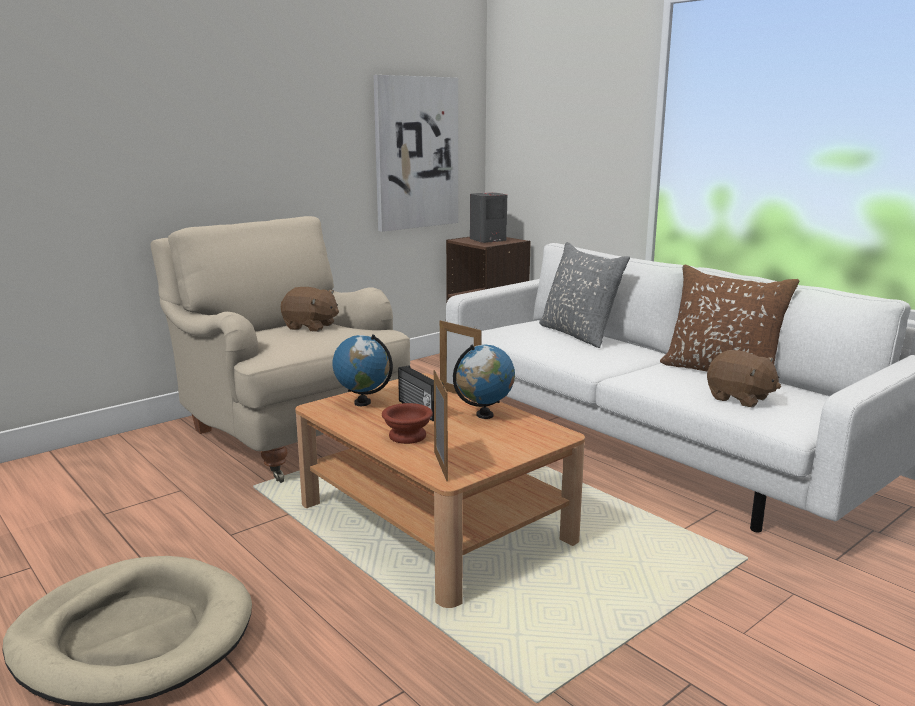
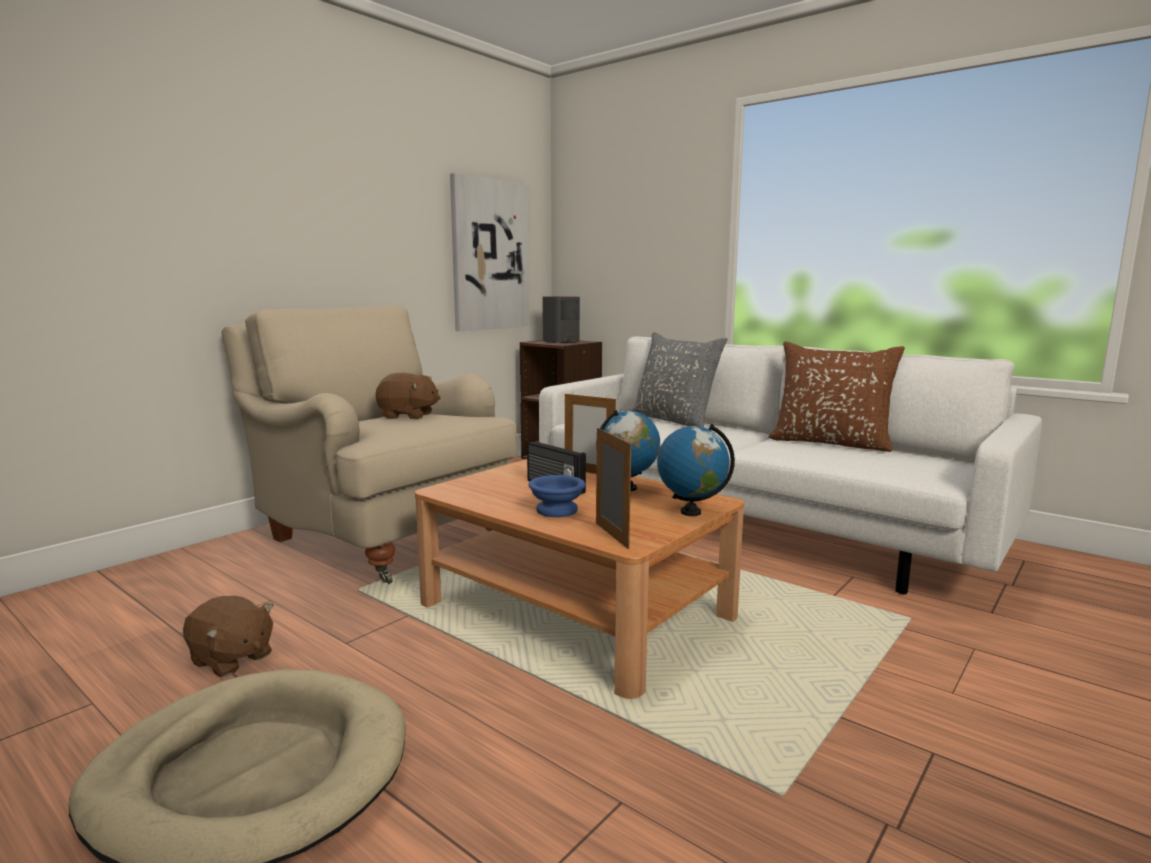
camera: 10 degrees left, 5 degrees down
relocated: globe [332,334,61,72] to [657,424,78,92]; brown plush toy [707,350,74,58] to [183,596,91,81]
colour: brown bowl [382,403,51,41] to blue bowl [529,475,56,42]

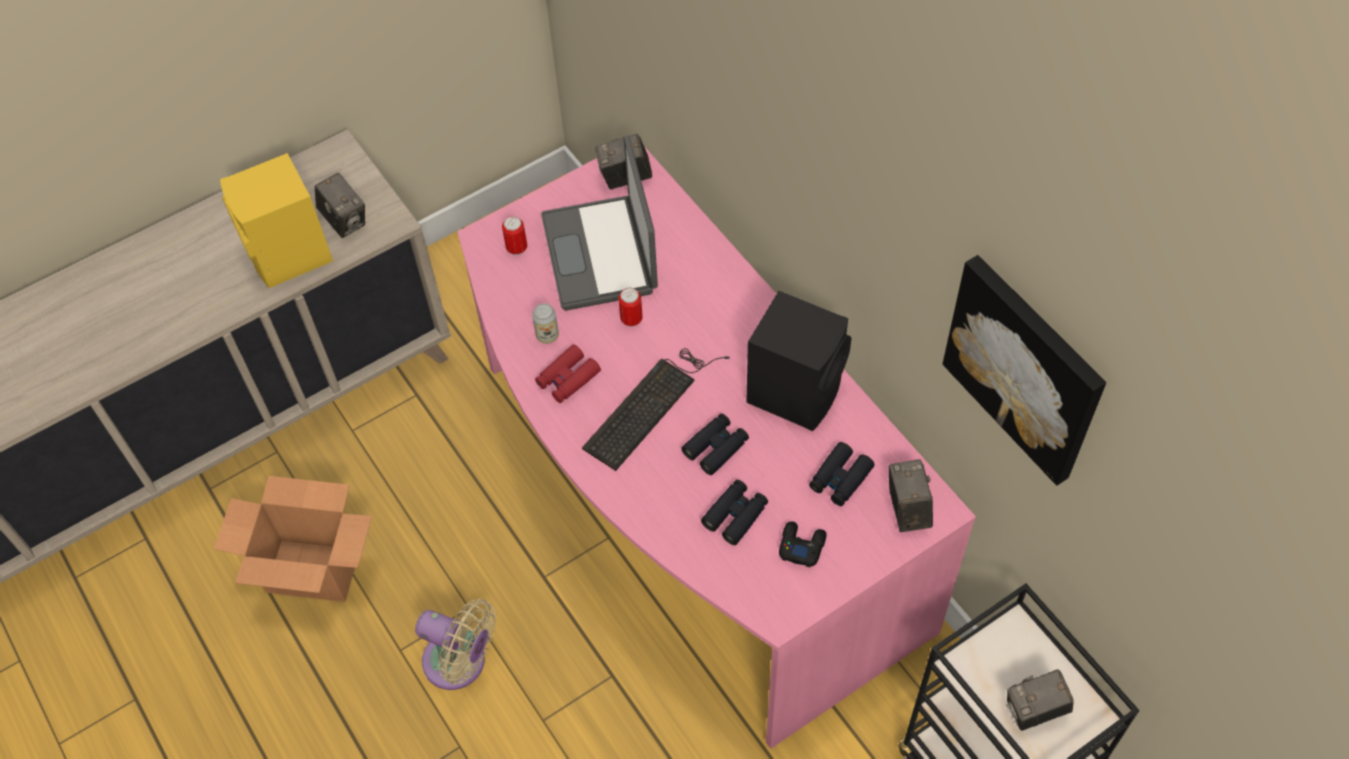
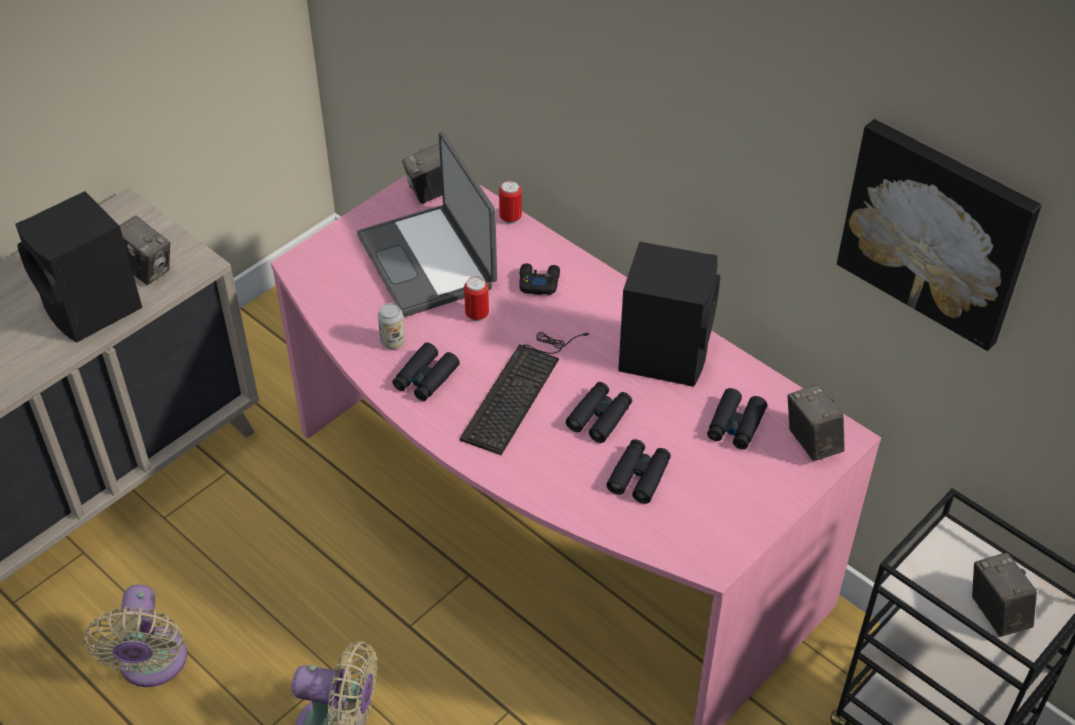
camera: 15 degrees left, 10 degrees down
relocated: can [502,216,25,39] to [499,181,23,43]; black game controller [779,522,48,46] to [519,263,41,32]
exchanged: cardboard box [214,476,158,126] to beige fan [83,585,104,102]
colour: yellow speaker [220,153,113,135] to black speaker [15,191,127,152]; red binoculars [535,344,66,59] to black binoculars [392,342,68,59]
spun: photo camera [1006,669,68,62] = [972,552,65,85] 105 degrees clockwise

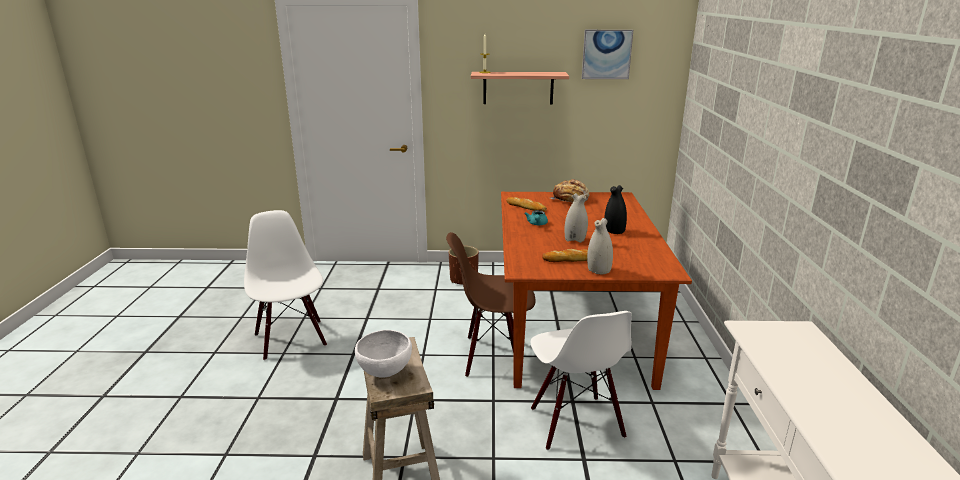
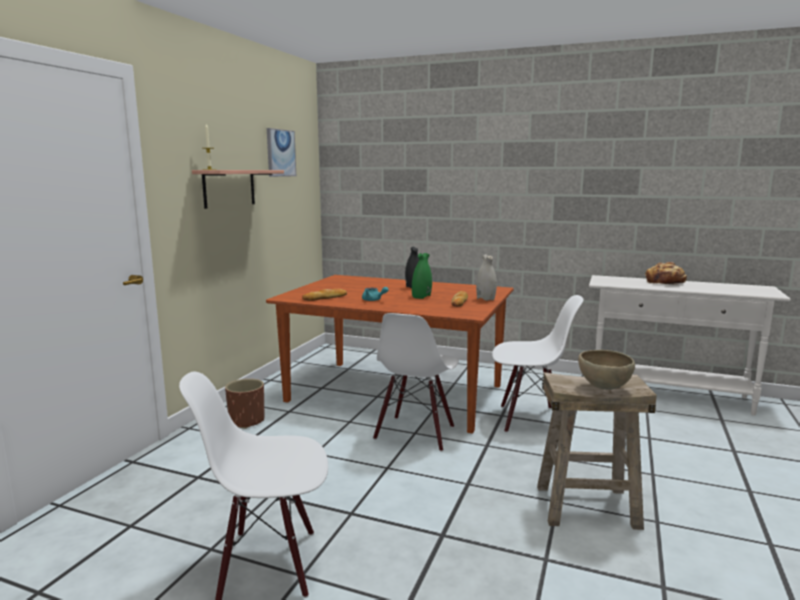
camera: 70 degrees left, 10 degrees down
relocated: bread [550,179,40,24] to [645,262,42,23]
colour: white vase [565,193,23,50] to green vase [412,253,20,46]; brown chair [446,232,90,145] to white chair [373,313,86,139]; white bowl [355,330,57,47] to brown bowl [578,350,57,40]

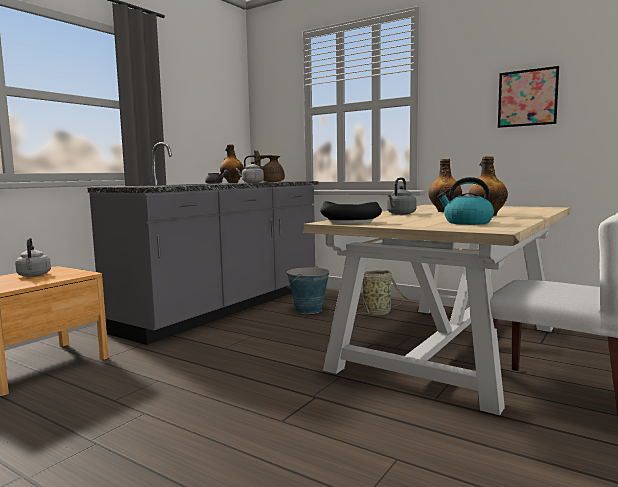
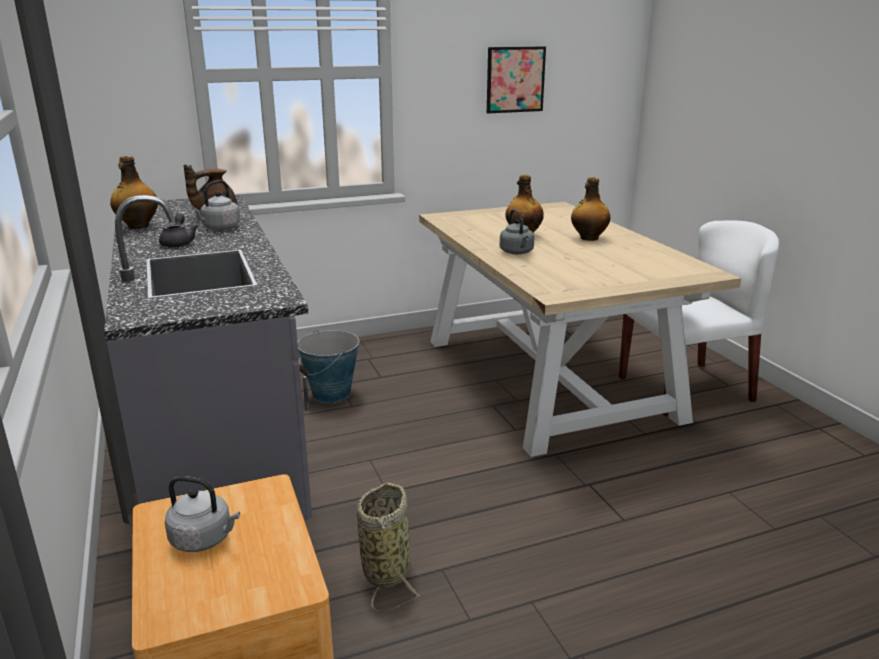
camera: 55 degrees left, 15 degrees up
missing: kettle [437,177,57,48]; black bowl [320,201,62,23]
relocated: basket [357,270,51,46] to [356,483,64,129]

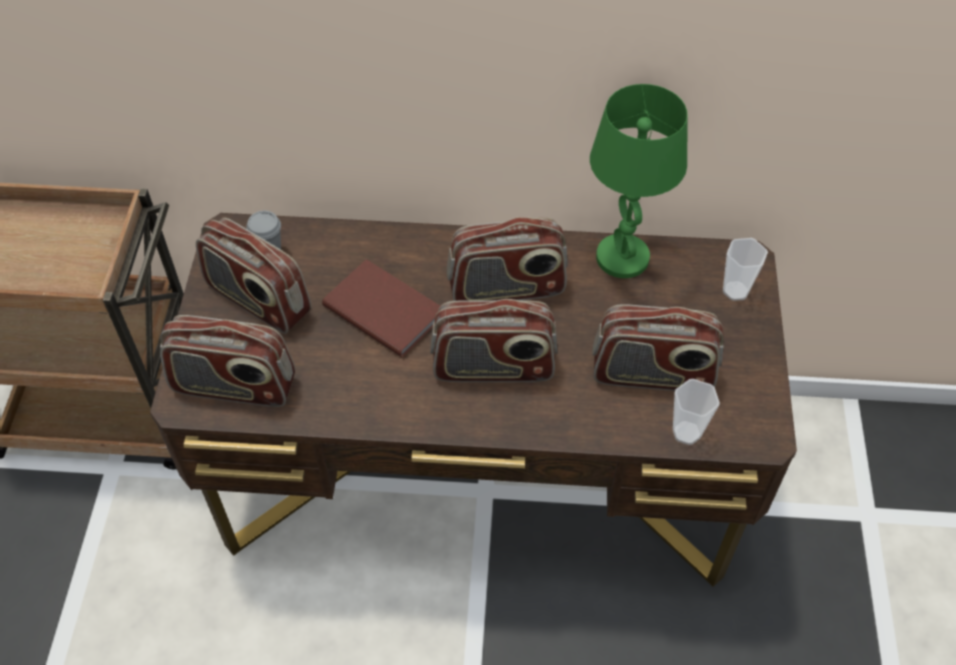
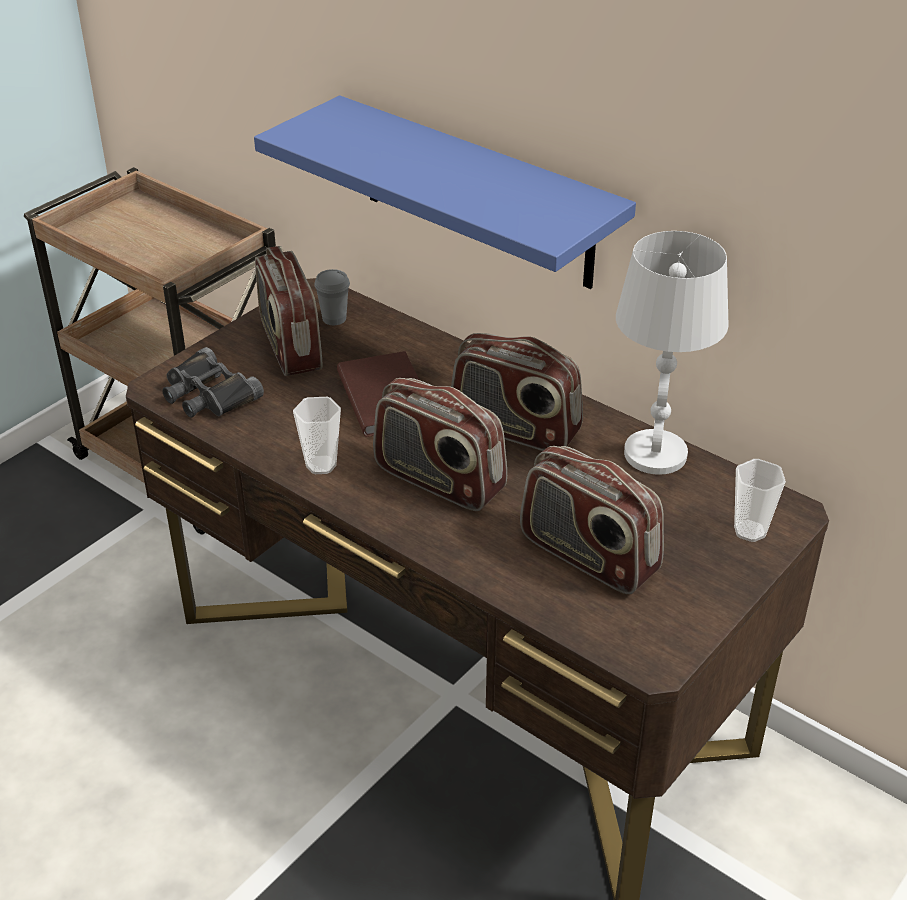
camera: 35 degrees right, 15 degrees down
appeared: blue shelf [254,96,382,193]
relocated: cup [673,379,47,66] to [293,397,48,77]
exchanged: radio [160,315,135,92] to black binoculars [162,347,102,71]
colour: green table lamp [590,84,98,194] to white table lamp [616,231,113,244]

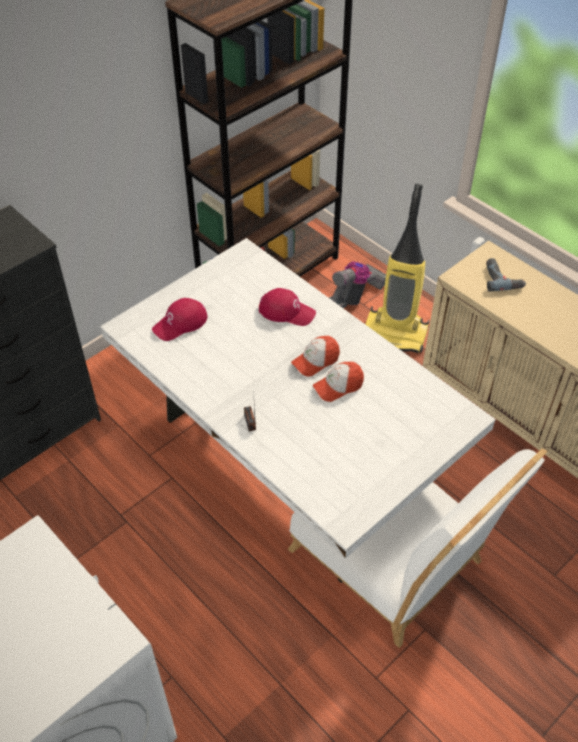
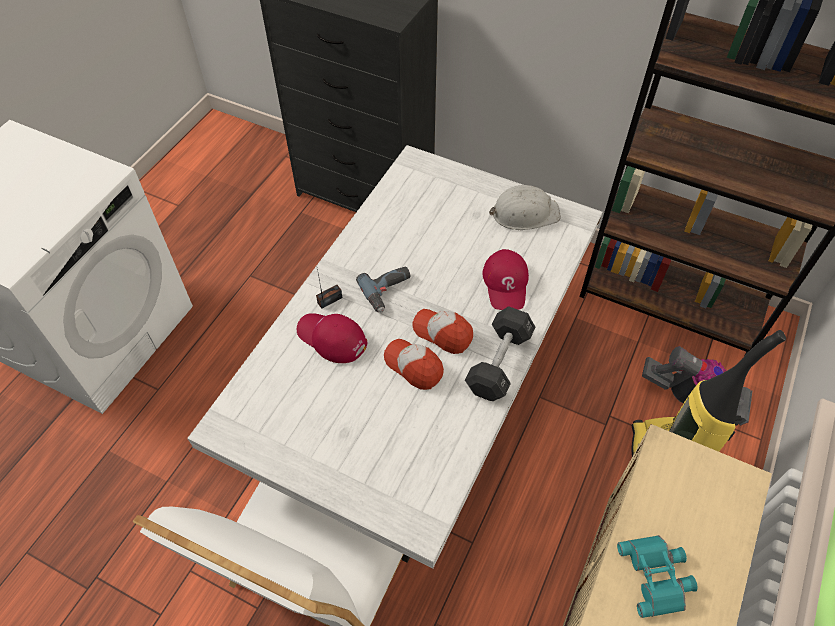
camera: 70 degrees right, 5 degrees up
appeared: white hard hat [489,185,72,45]; black dumbbell [465,306,70,95]; turquoise binoculars [617,535,80,83]
relocated: power drill [486,258,40,34] to [356,266,54,47]; red cap [152,298,56,43] to [297,313,70,50]

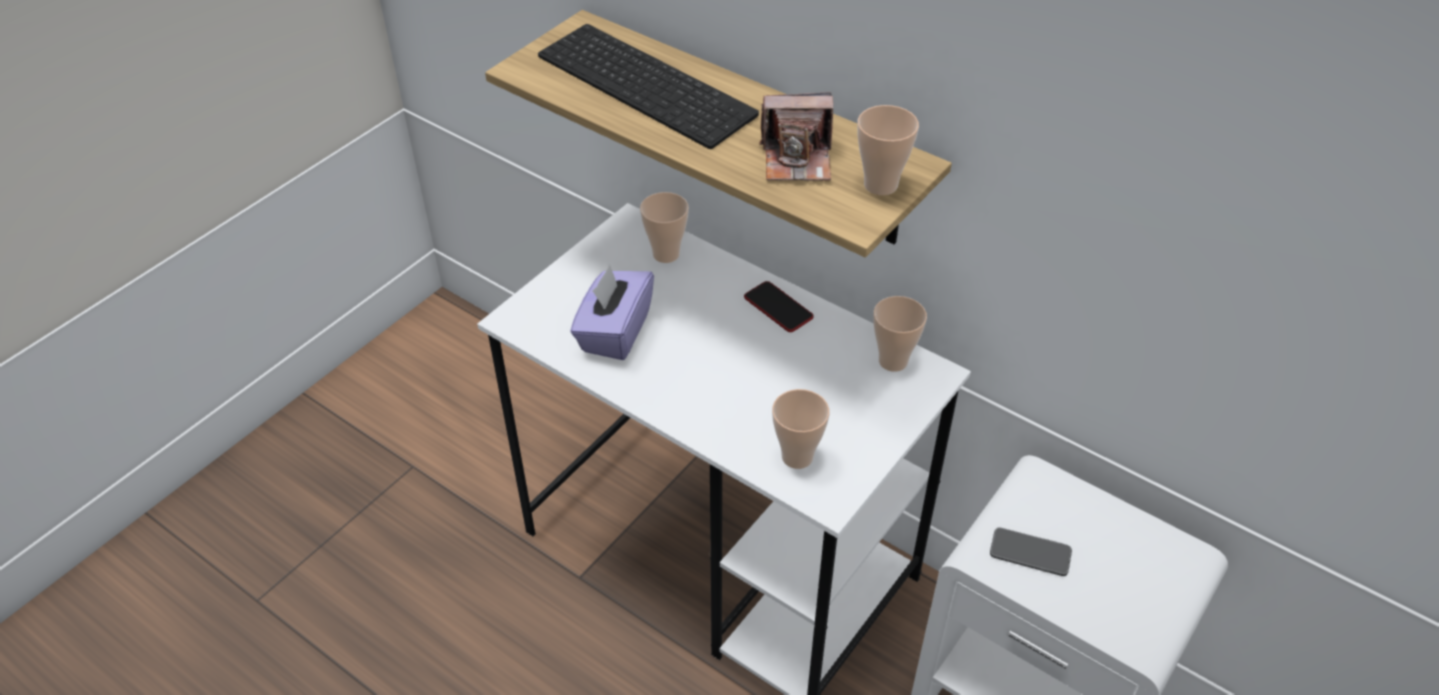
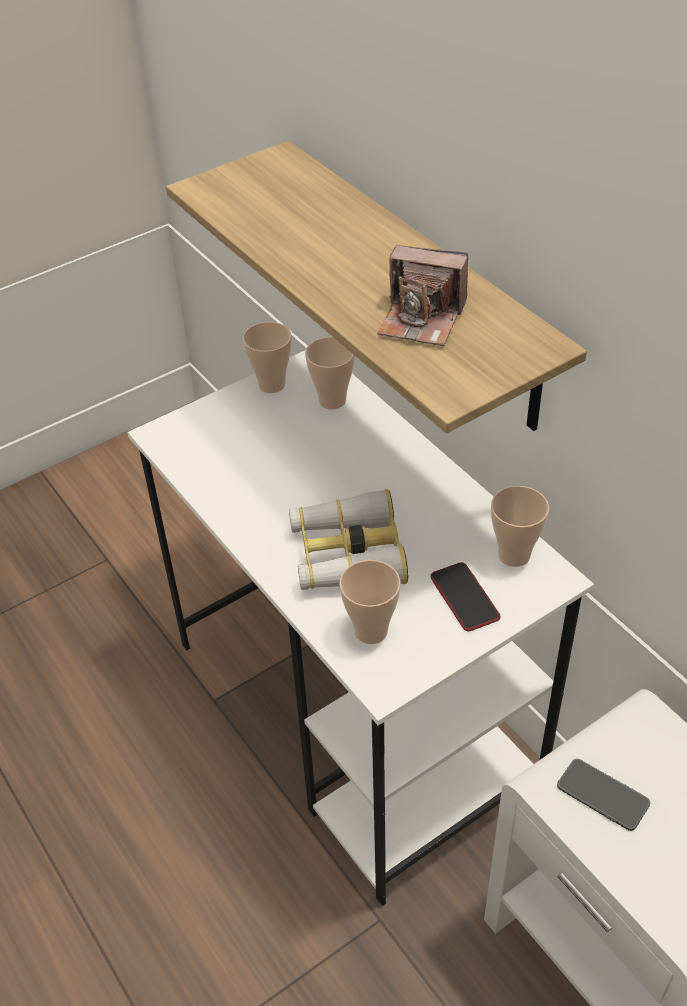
camera: 20 degrees right, 0 degrees up
missing: keyboard [538,24,221,125]; purple tissue box [570,265,84,95]
appeared: binoculars [289,489,119,101]
relocated: cup [858,105,61,90] to [243,322,49,71]; phone [744,281,70,51] to [430,562,71,69]

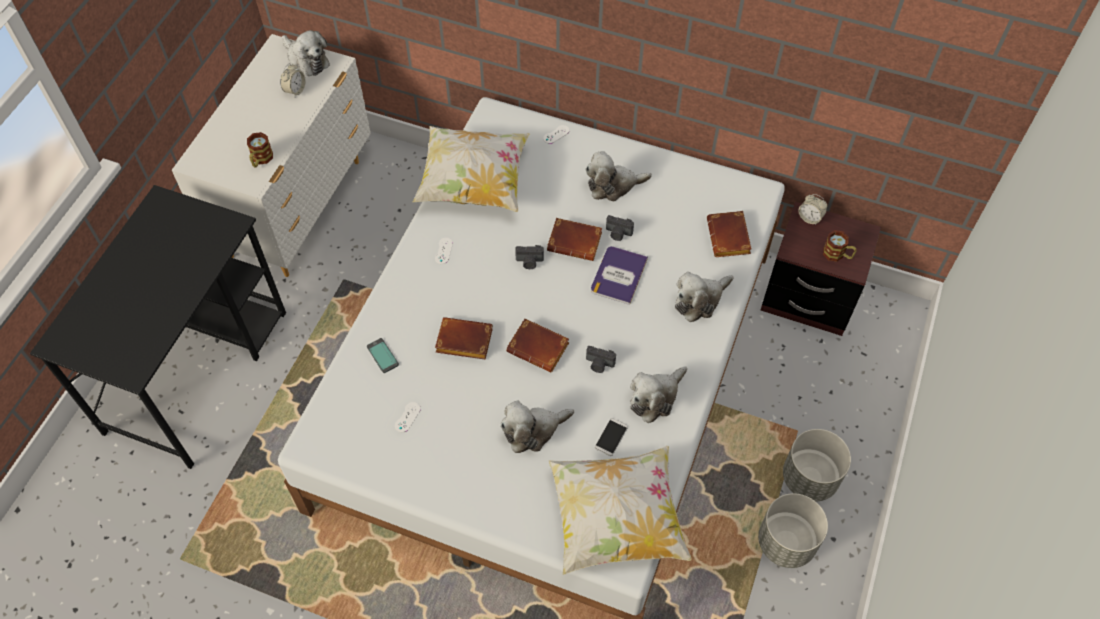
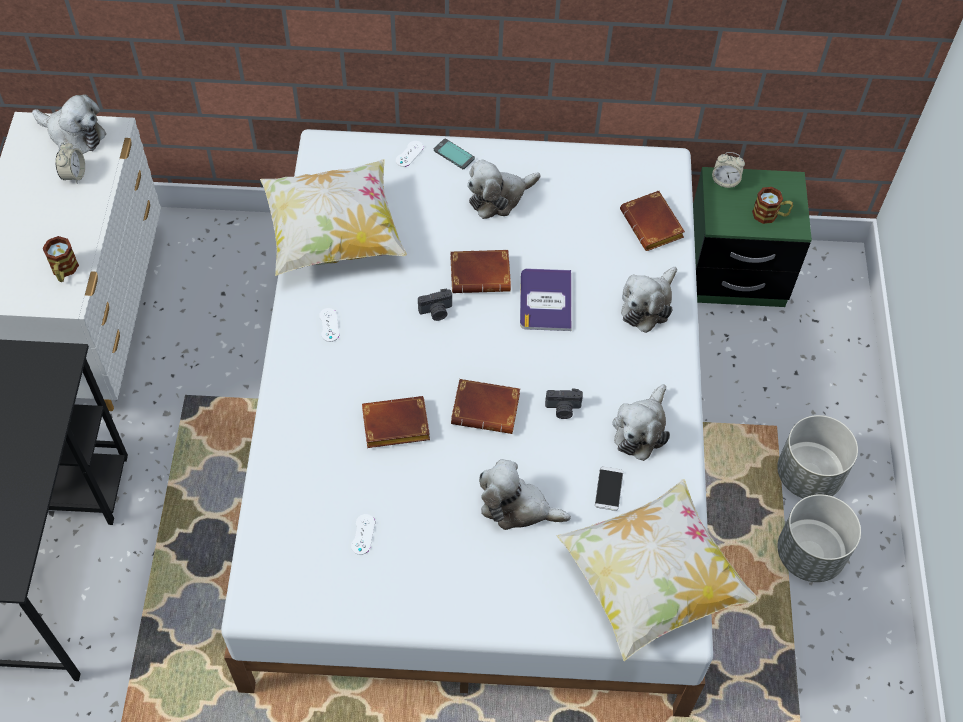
camera: 20 degrees left, 0 degrees up
missing: photo camera [606,215,28,26]
relocated: phone [367,338,32,35] to [434,139,41,30]
colour: brown nightstand [760,202,121,134] to green nightstand [693,167,119,140]
spun: plush toy [500,400,74,53] = [479,459,92,71] 60 degrees clockwise

